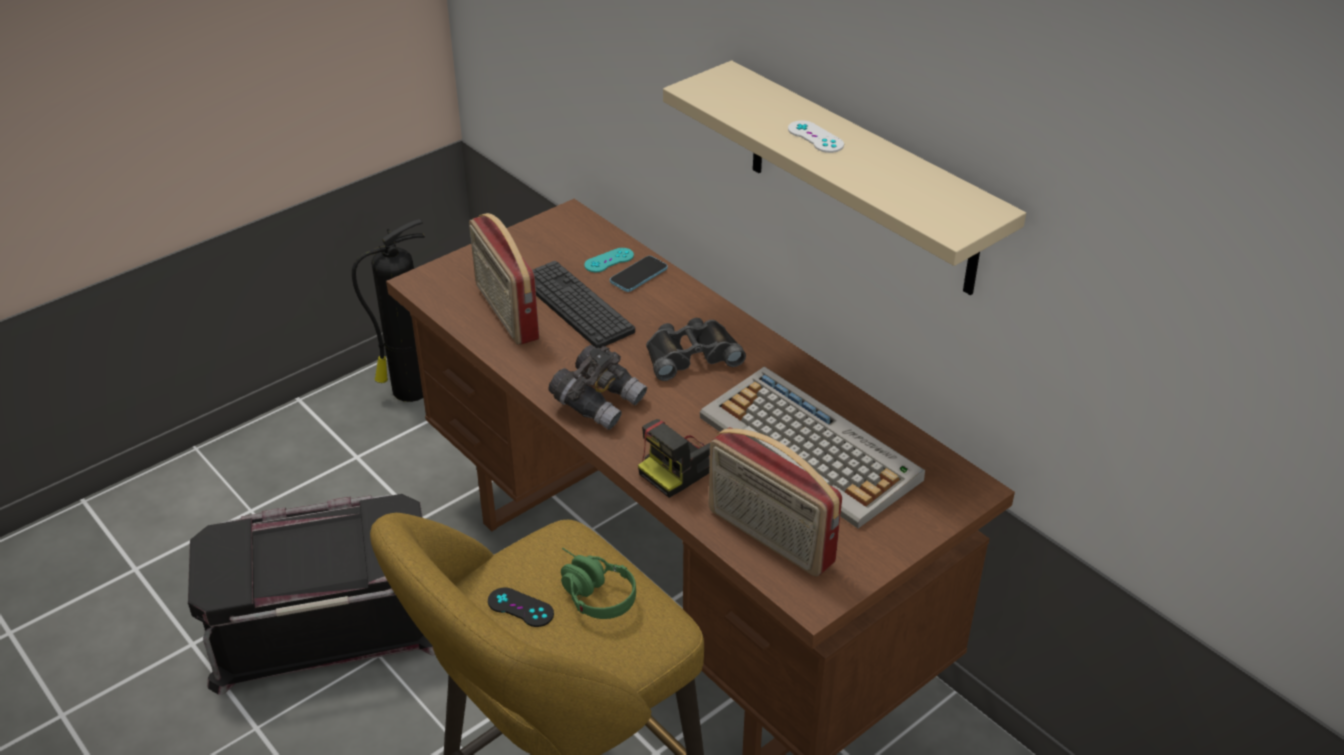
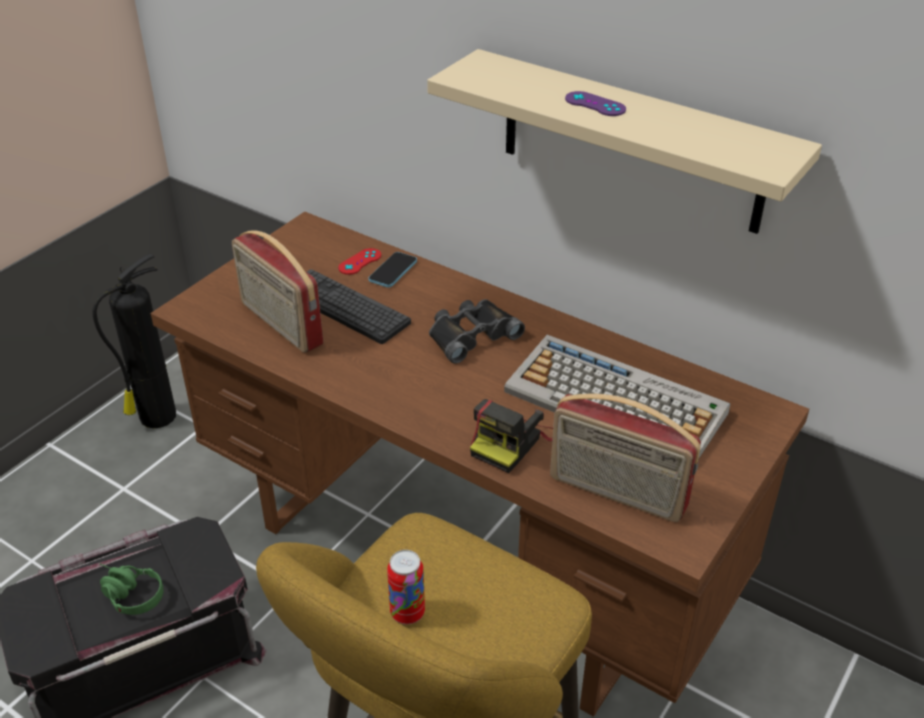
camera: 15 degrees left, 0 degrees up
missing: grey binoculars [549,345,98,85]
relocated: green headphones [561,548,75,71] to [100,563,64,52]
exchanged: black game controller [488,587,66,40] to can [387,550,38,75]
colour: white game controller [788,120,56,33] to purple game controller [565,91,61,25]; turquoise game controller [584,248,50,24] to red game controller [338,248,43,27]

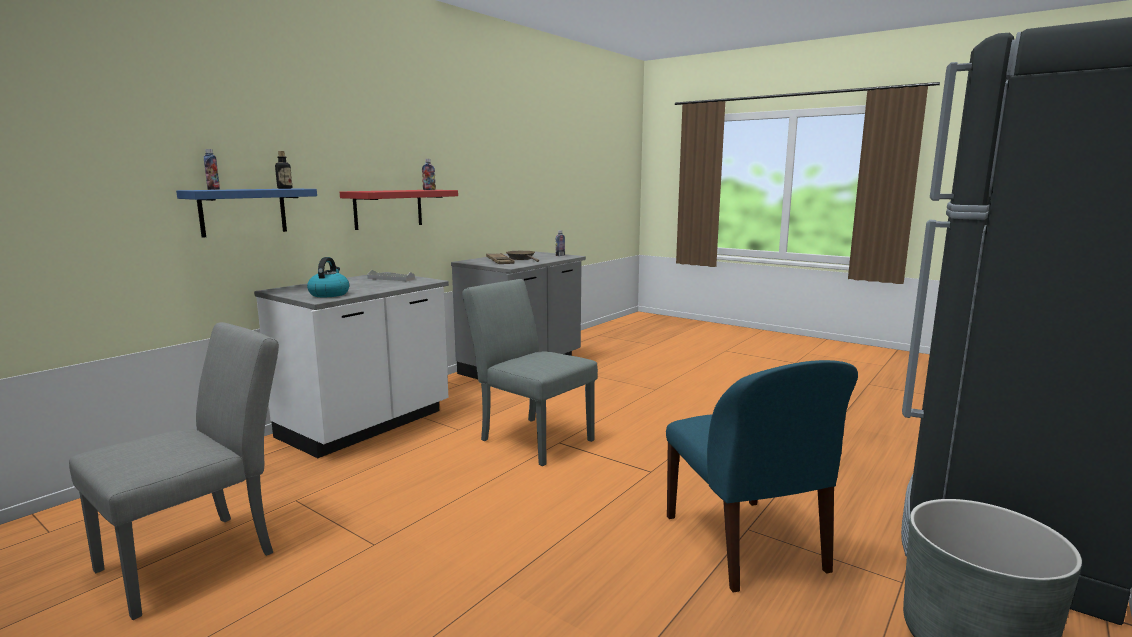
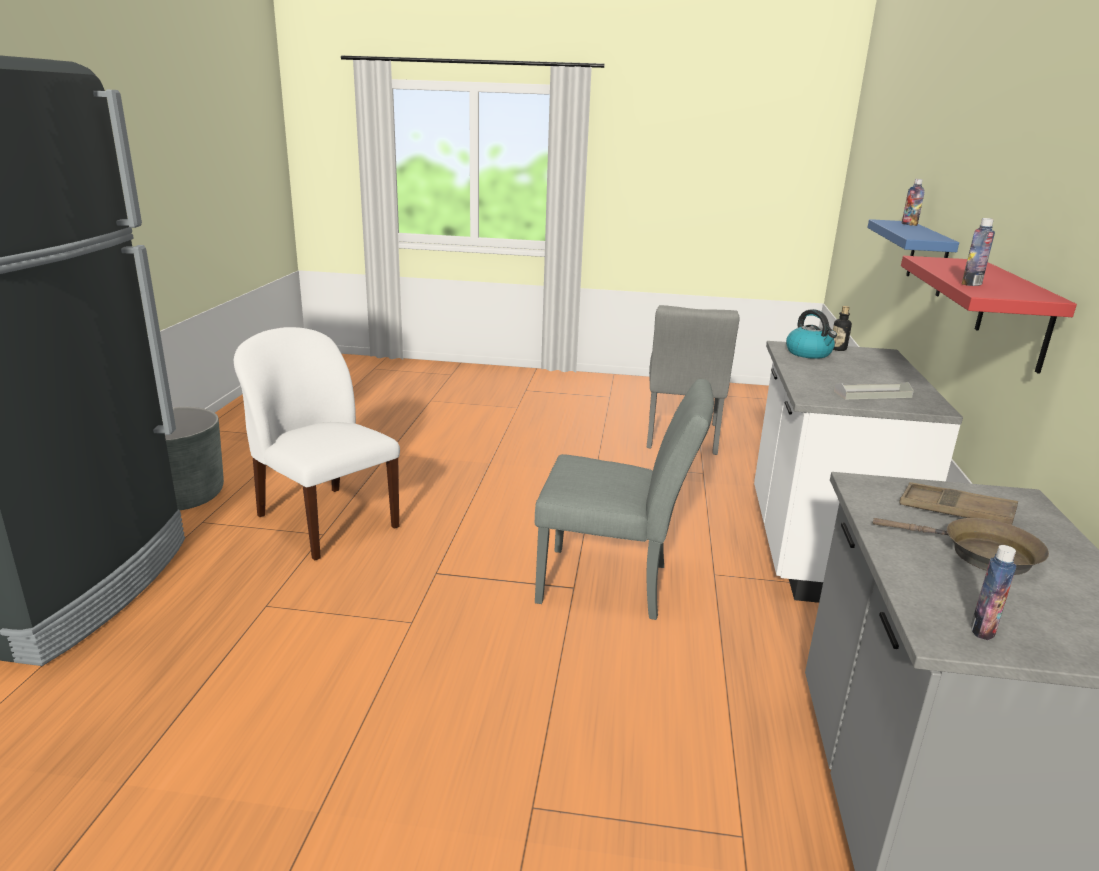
camera: 150 degrees right, 10 degrees up
relocated: bottle [275,151,17,38] to [833,306,19,45]
colour: blue chair [666,360,192,233] to white chair [234,327,166,233]

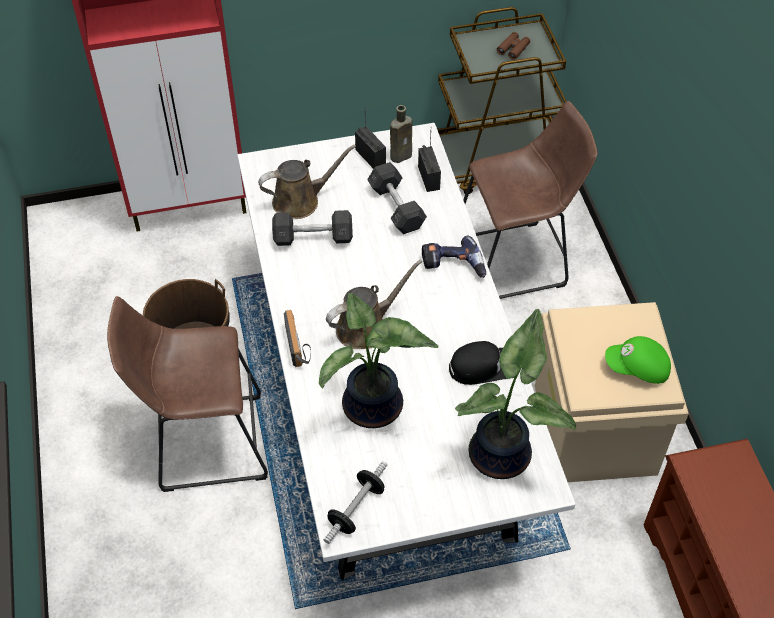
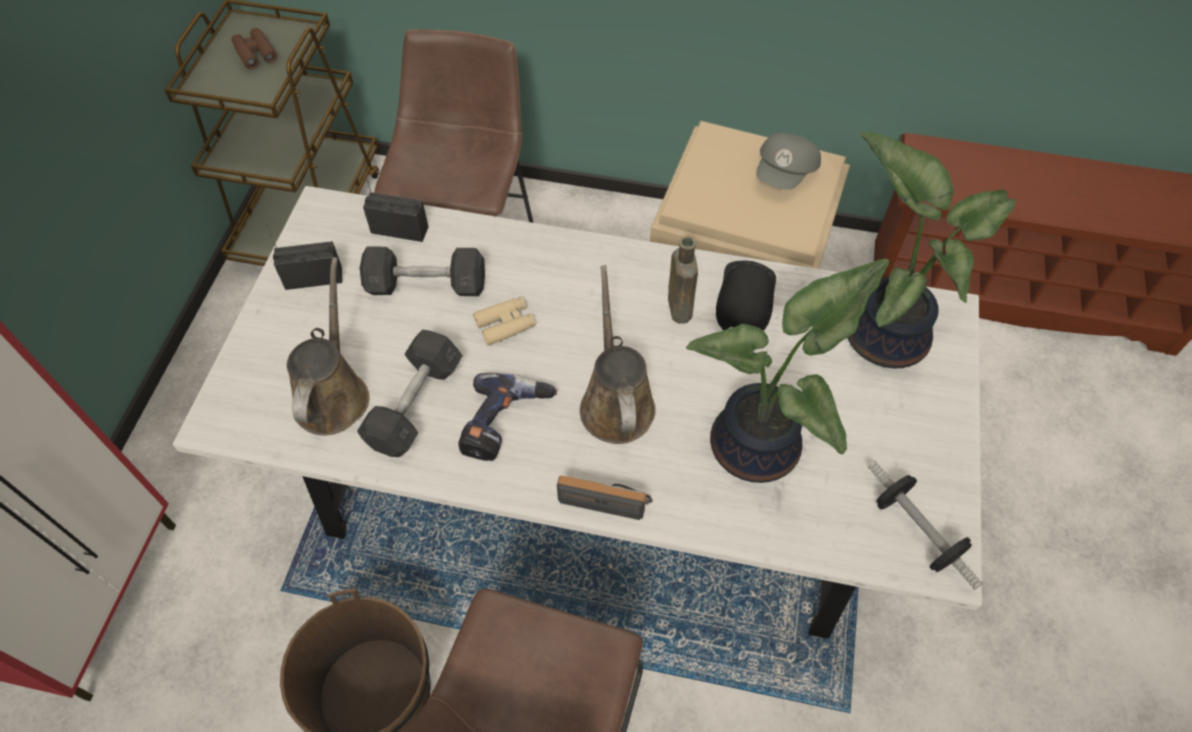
camera: 65 degrees left, 5 degrees up
appeared: beige binoculars [473,296,63,50]
relocated: brown bottle [390,105,22,58] to [668,237,30,87]; power drill [422,236,64,42] to [458,373,99,88]
colour: green cap [605,336,66,48] to grey cap [756,133,65,57]

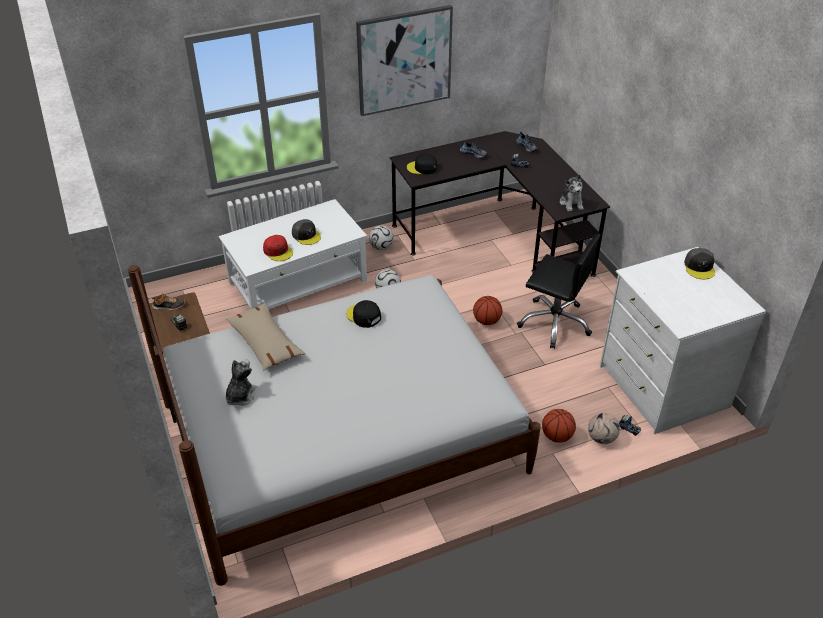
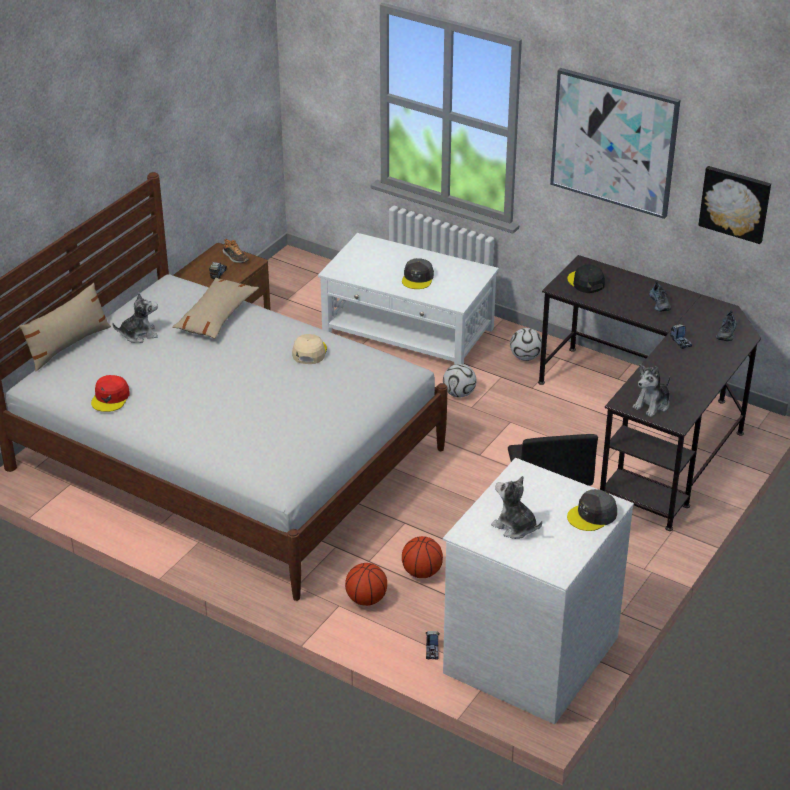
camera: 55 degrees right, 5 degrees down
missing: football [588,413,32,31]
appeared: picture [698,166,73,78]; beige pillow [19,283,92,88]; plush toy [491,476,51,63]
relocated: red cap [263,235,30,26] to [91,375,38,37]; basketball [473,296,30,29] to [402,536,41,42]
colour: black cap [346,300,35,28] to beige cap [292,334,35,30]

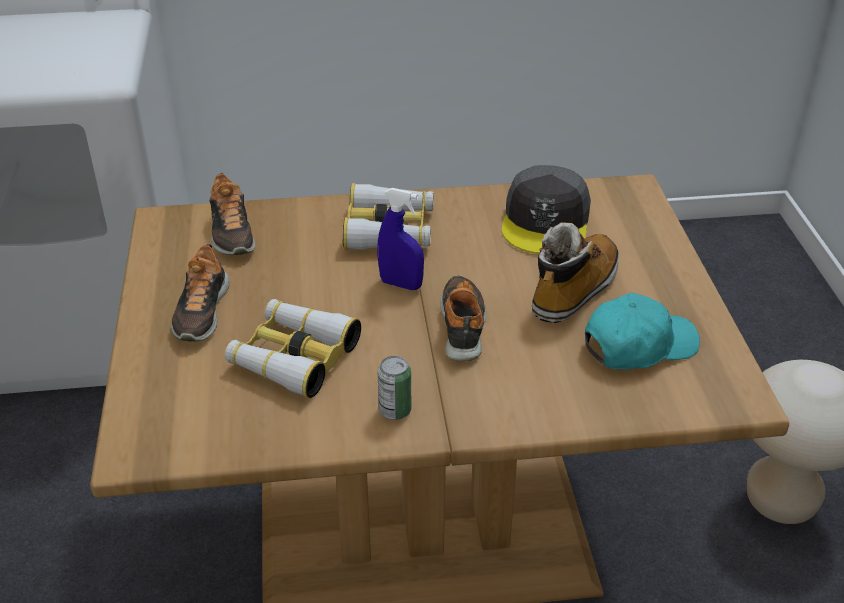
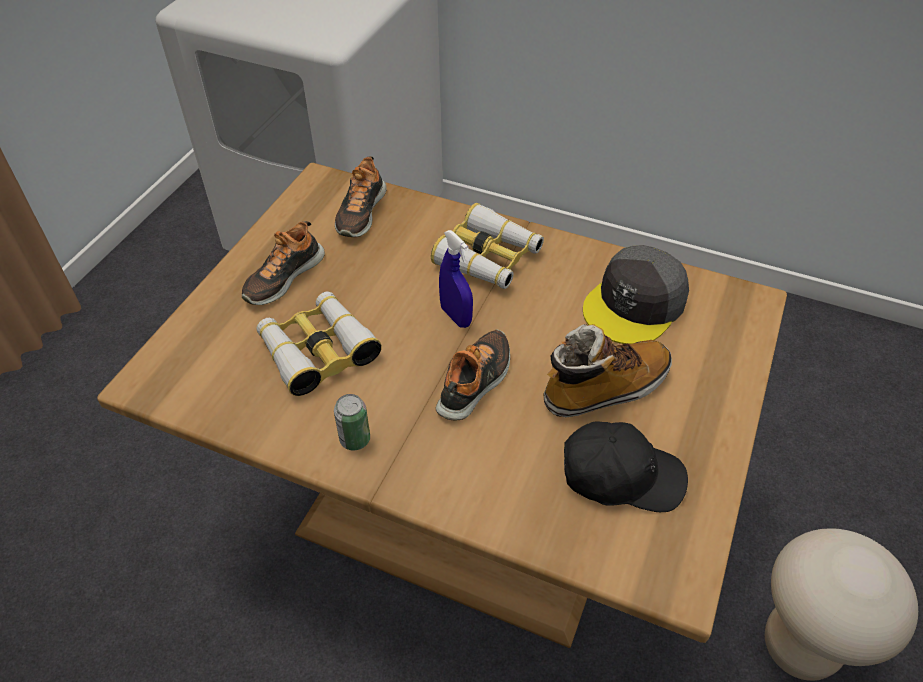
camera: 30 degrees right, 10 degrees up
colour: turquoise cap [585,293,115,76] to black cap [564,421,124,91]

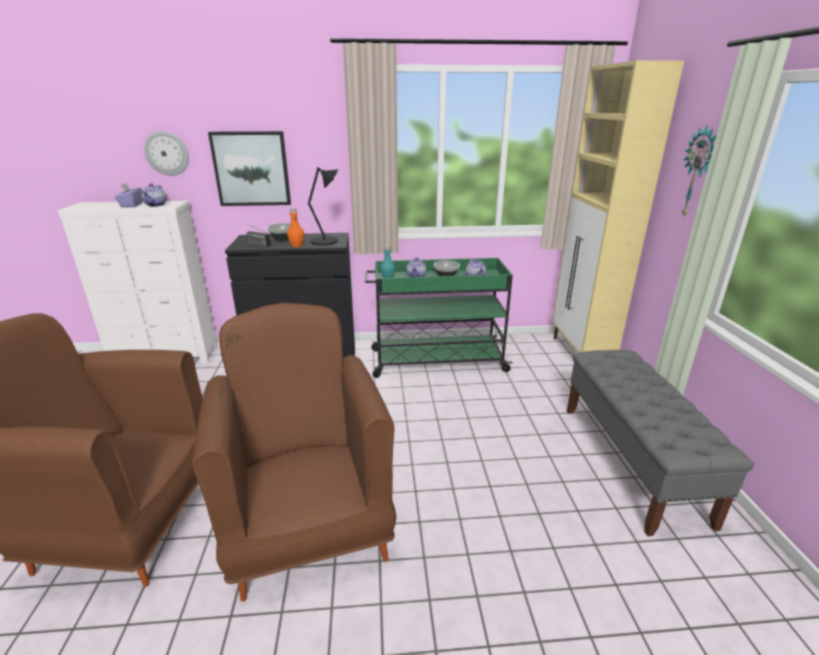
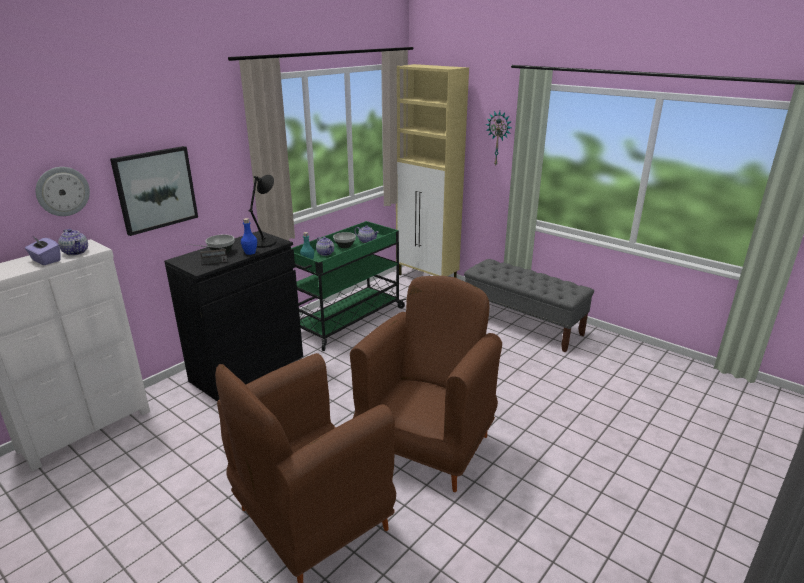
camera: 45 degrees left, 0 degrees up
colour: orange bottle [287,208,17,39] to blue bottle [241,218,16,37]
spun: brown armchair [192,303,205,299] = [350,276,152,216] 90 degrees clockwise

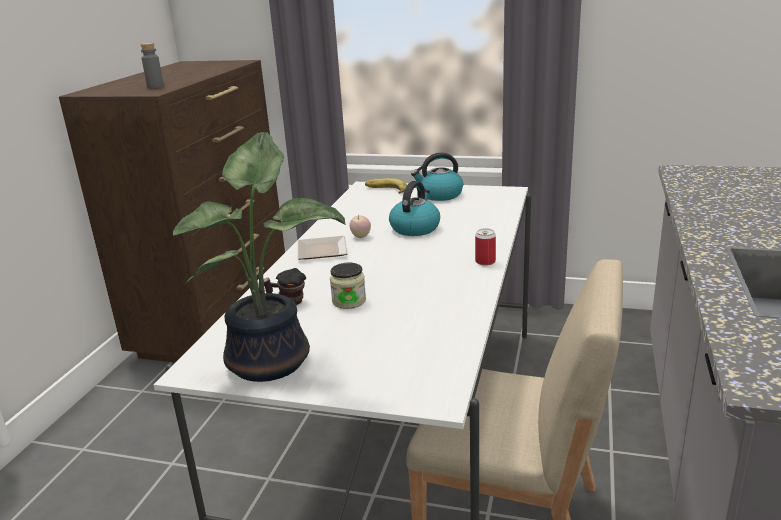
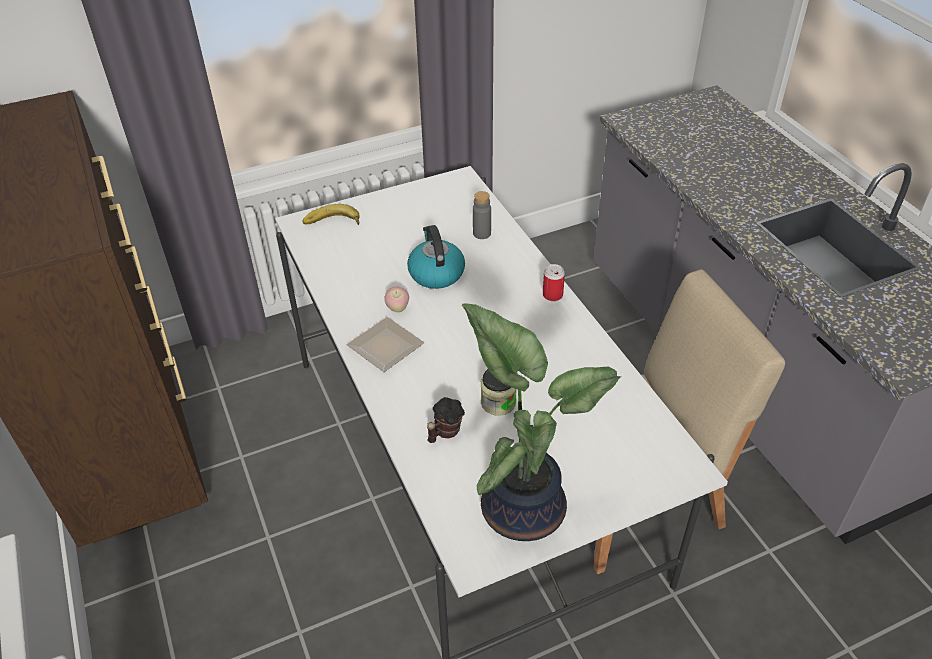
camera: 40 degrees left, 20 degrees up
missing: kettle [411,152,52,49]
relocated: grey bottle [140,43,24,45] to [473,191,18,48]

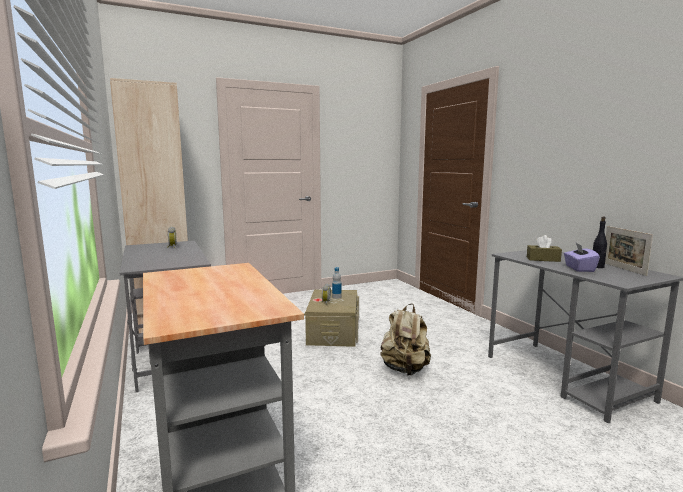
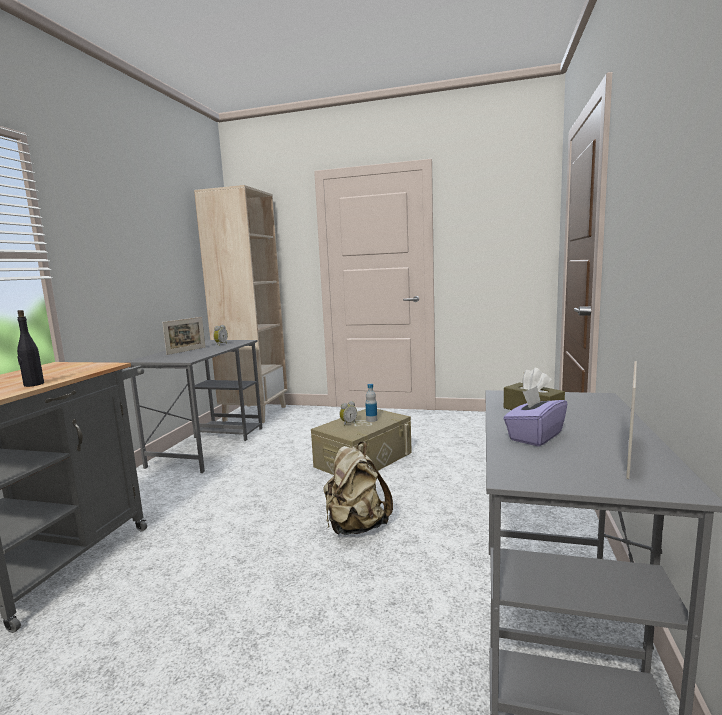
camera: 40 degrees right, 0 degrees up
appeared: picture frame [162,317,43,38]
relocated: black bottle [593,217,14,51] to [17,310,27,77]

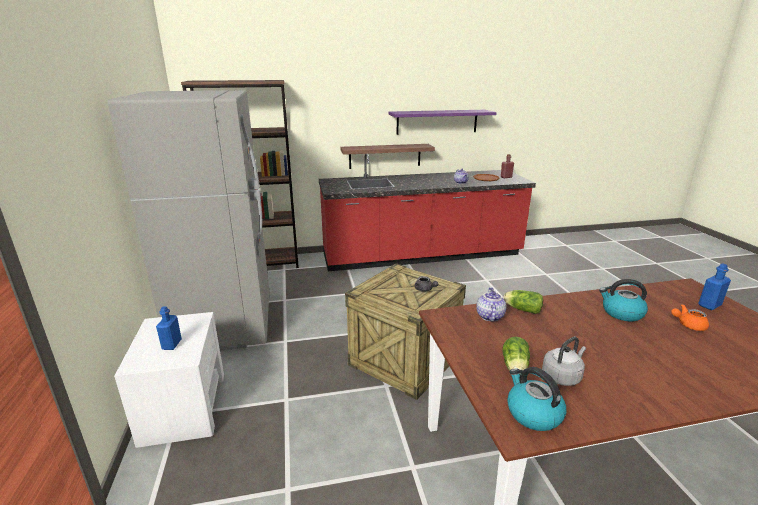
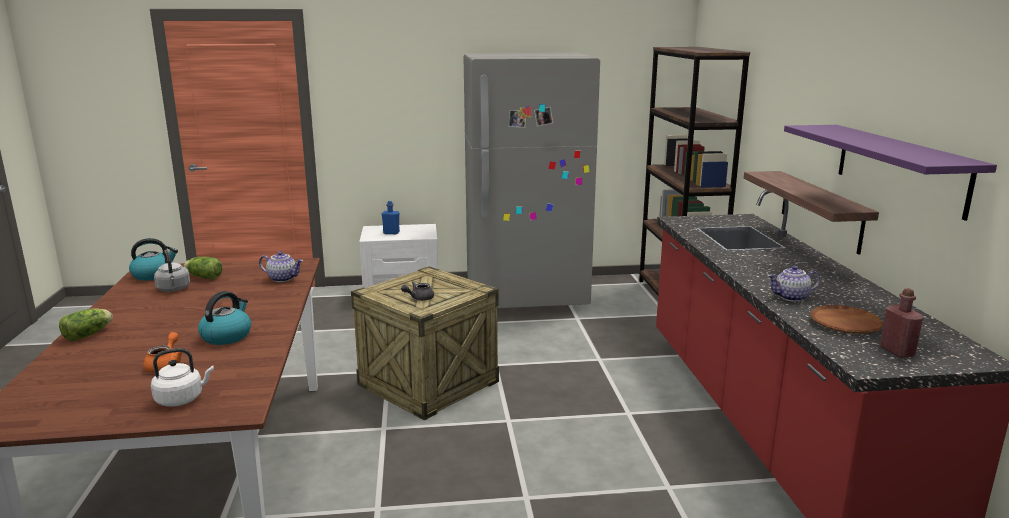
camera: 95 degrees right, 5 degrees down
relocated: lettuce [503,290,40,24] to [59,309,54,32]
exchanged: blue bottle [698,264,33,46] to white kettle [151,348,63,59]

